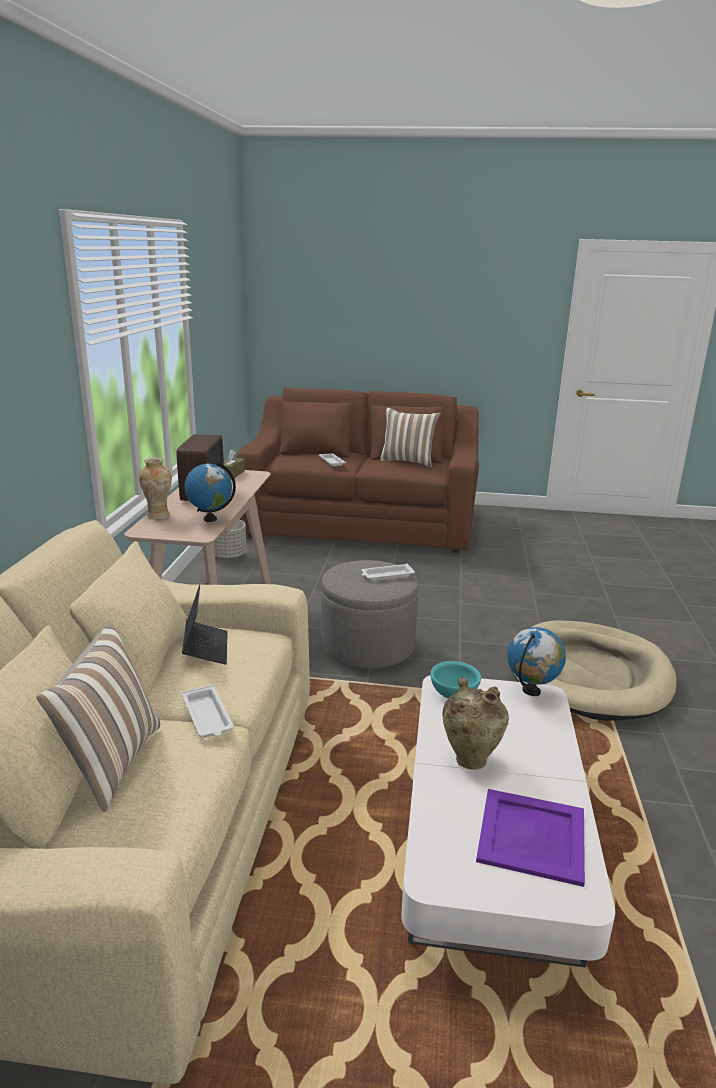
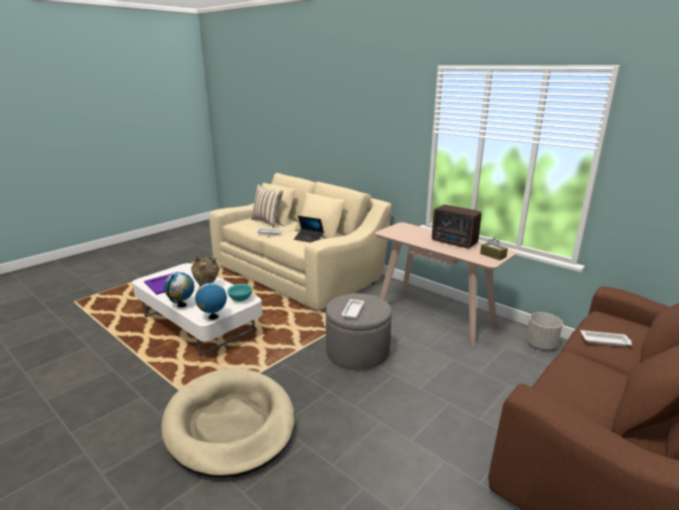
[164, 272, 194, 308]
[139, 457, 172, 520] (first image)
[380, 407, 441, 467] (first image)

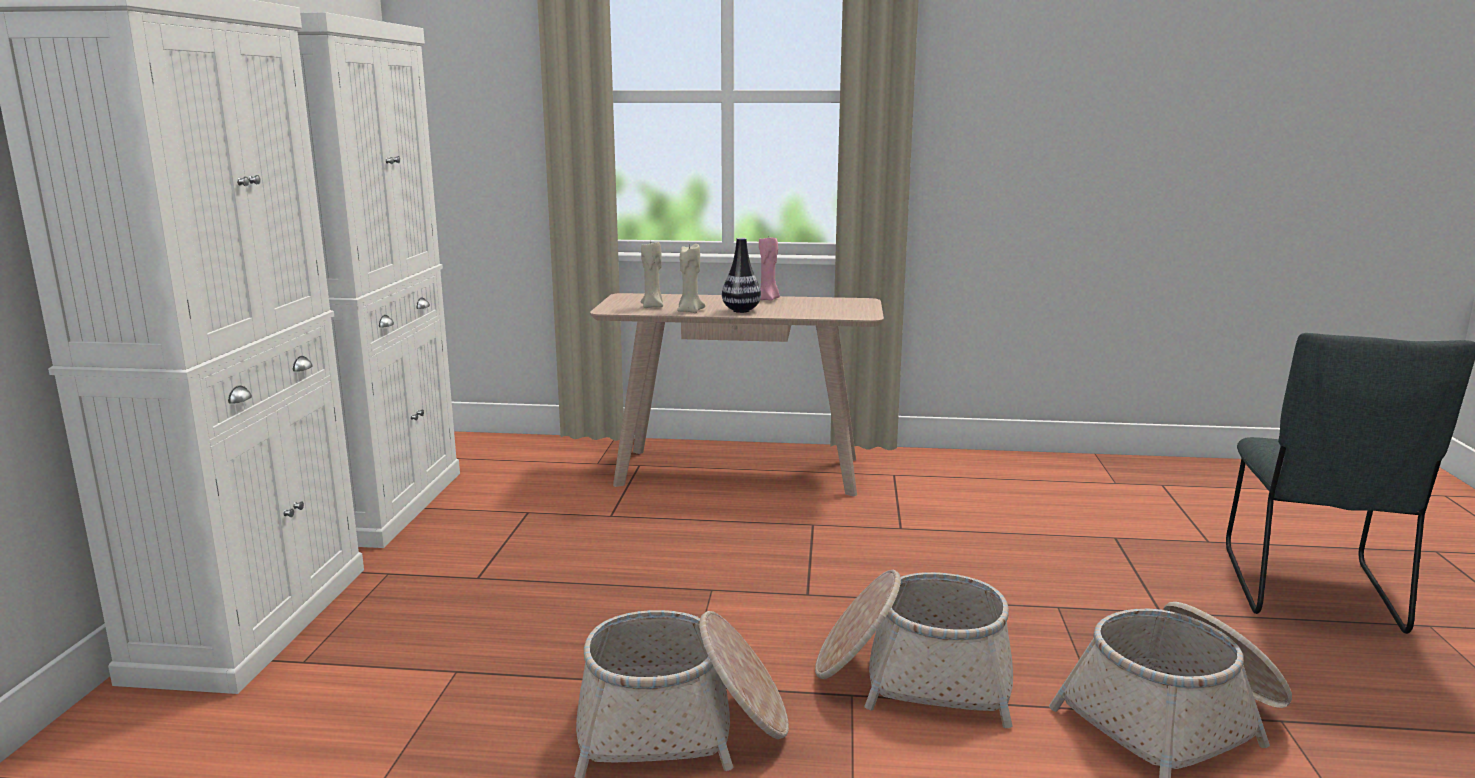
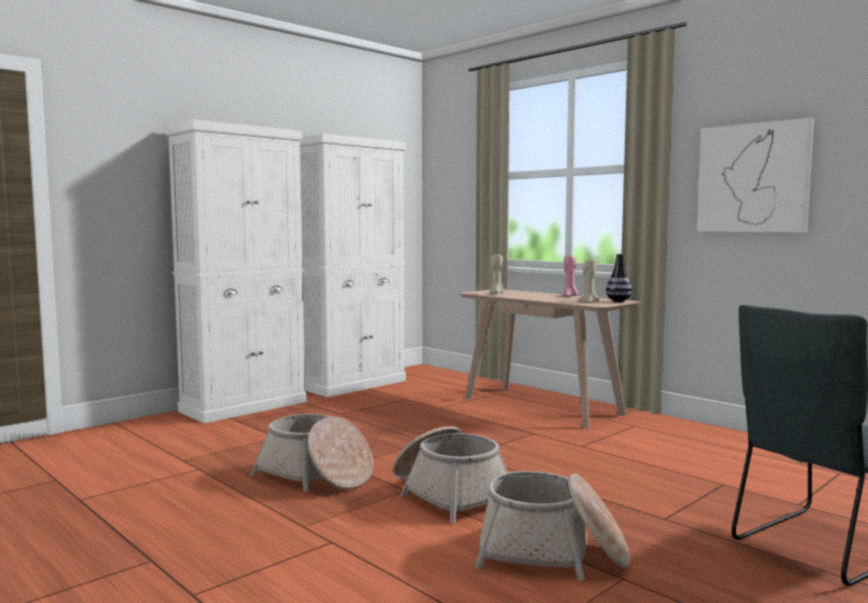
[578, 258, 600, 303]
[606, 254, 632, 302]
[697, 117, 814, 233]

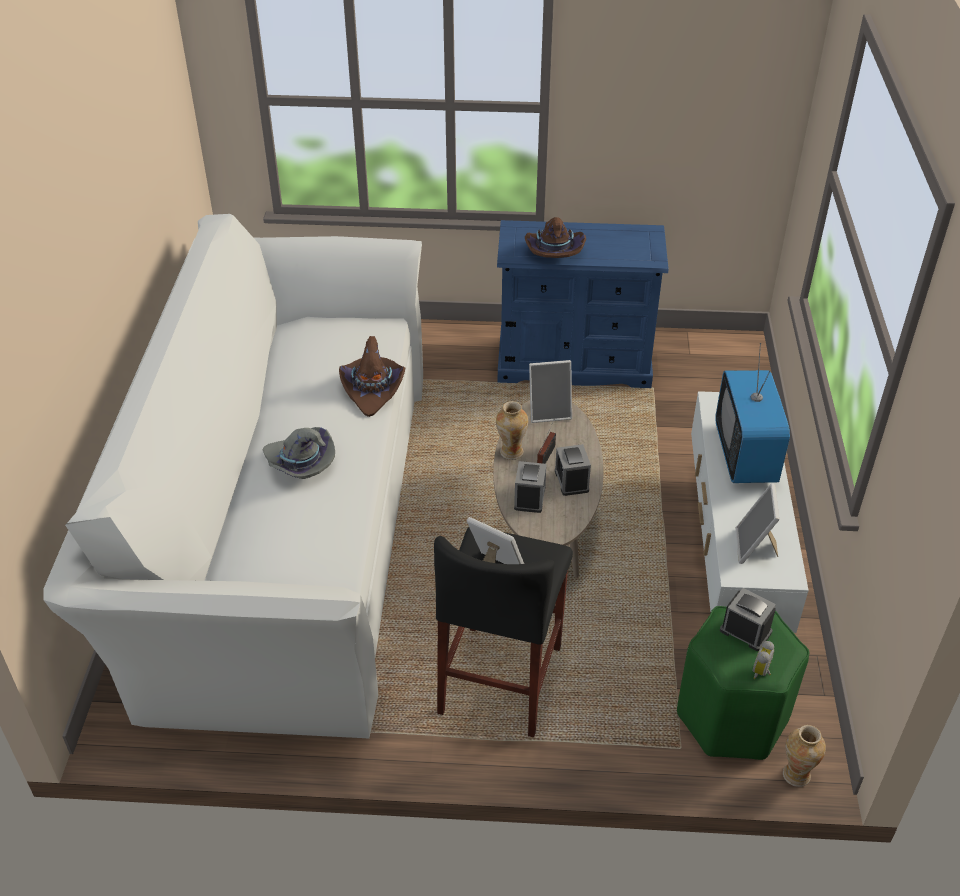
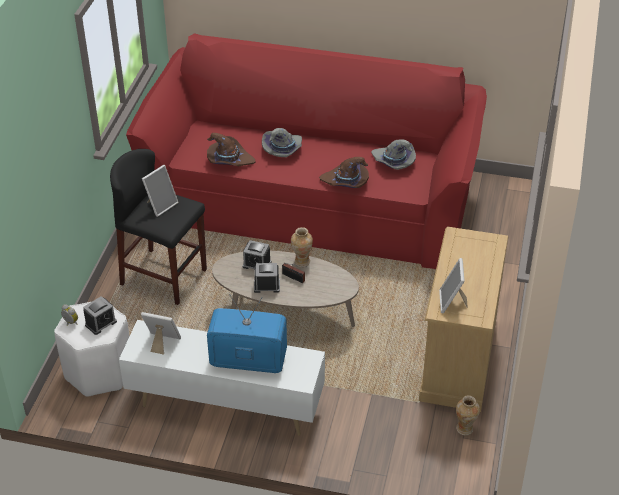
[54, 302, 130, 397]
[126, 33, 487, 269]
[207, 133, 256, 166]
[371, 139, 416, 170]
[419, 227, 508, 412]
[439, 258, 468, 313]
[456, 395, 480, 436]

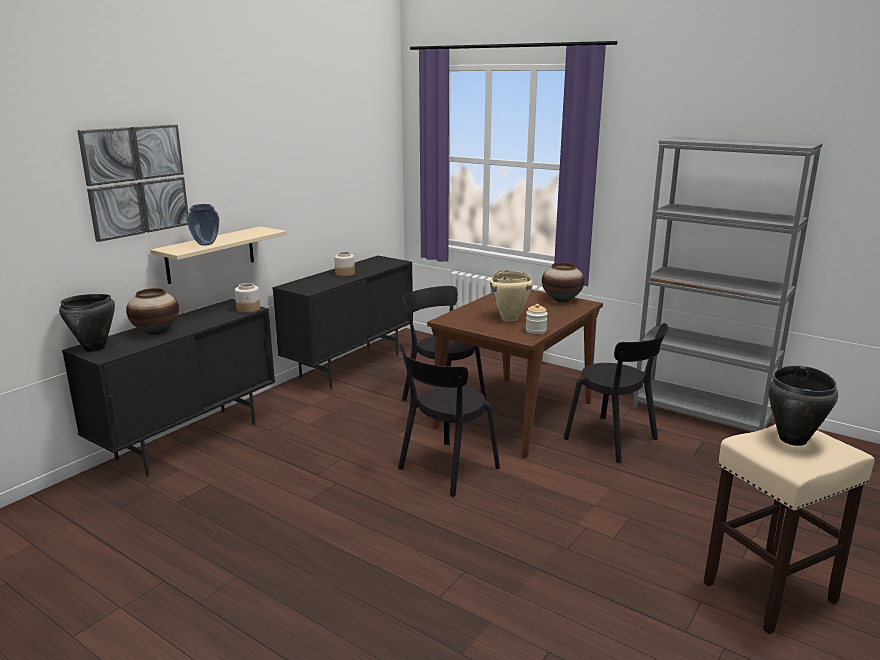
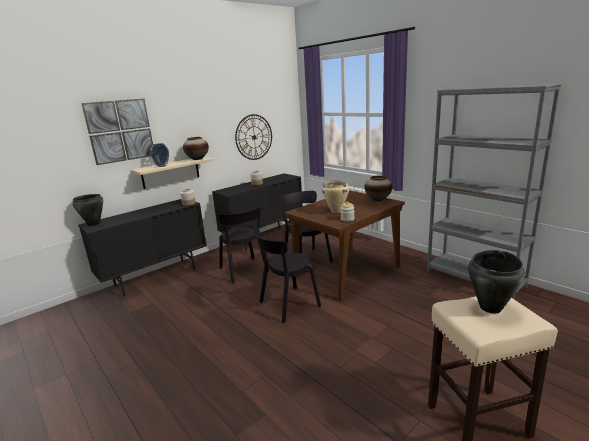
[183, 137, 209, 160]
[218, 205, 269, 283]
[235, 114, 272, 160]

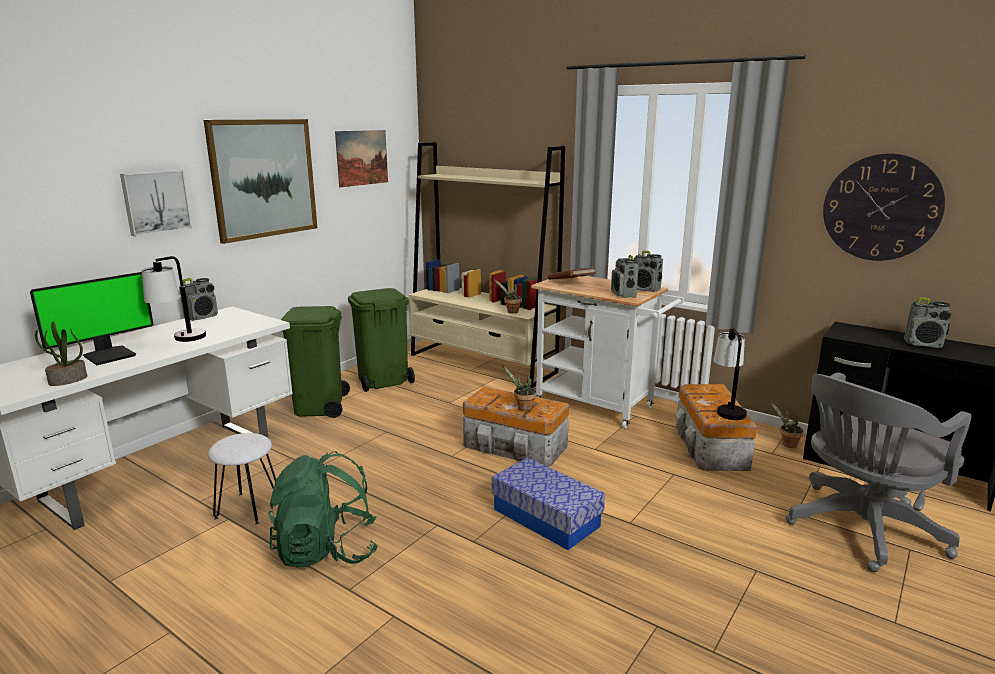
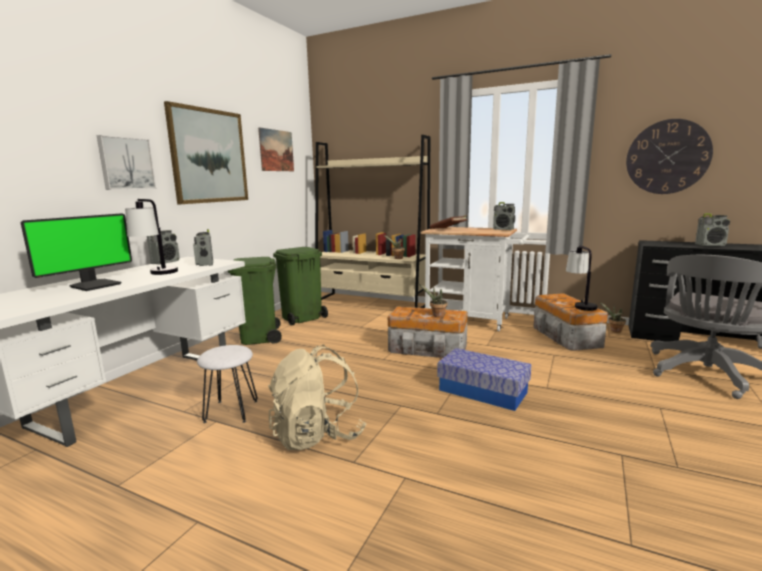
[193, 229, 213, 266]
[268, 344, 366, 450]
[35, 322, 87, 386] (first image)

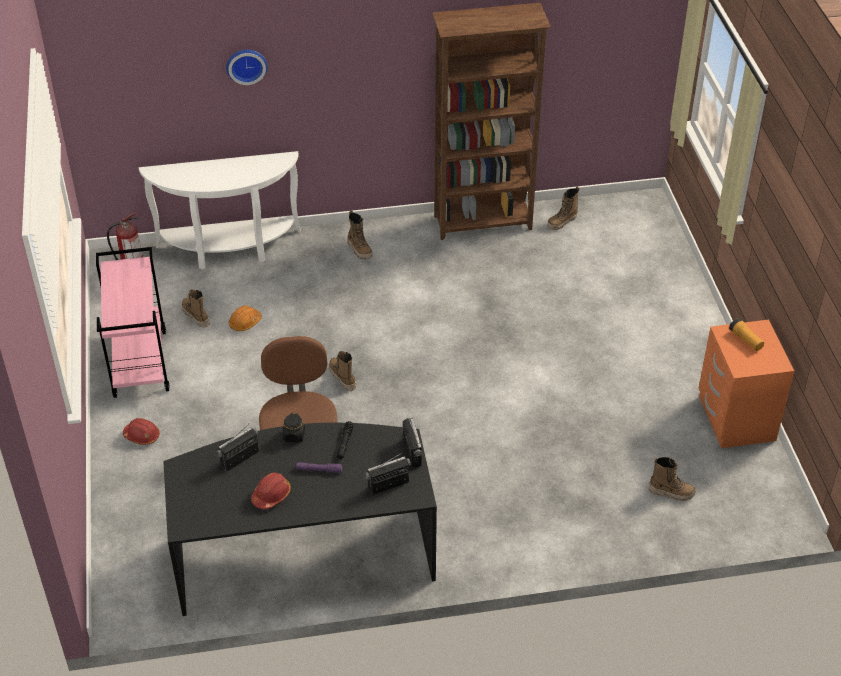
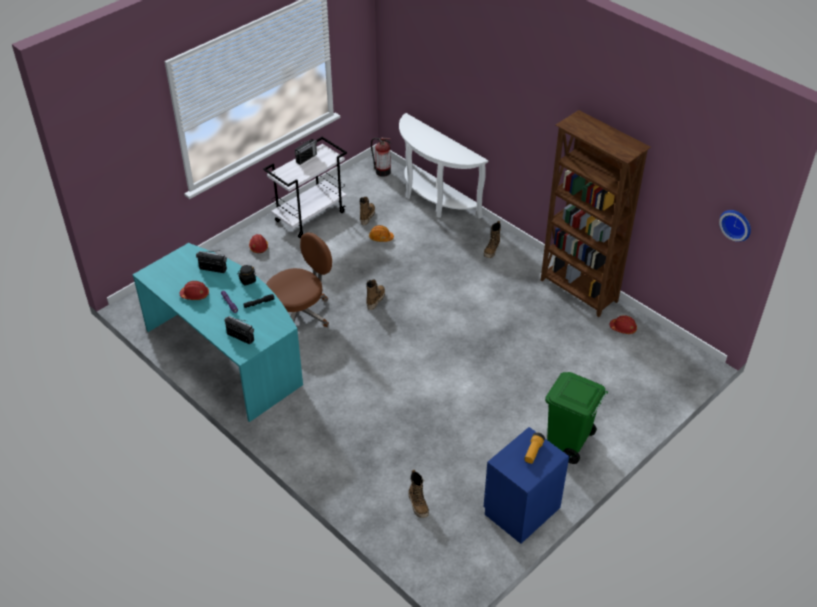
[132, 243, 303, 422]
[263, 137, 347, 238]
[295, 139, 317, 165]
[484, 427, 569, 544]
[545, 372, 608, 464]
[610, 315, 637, 334]
[719, 210, 751, 242]

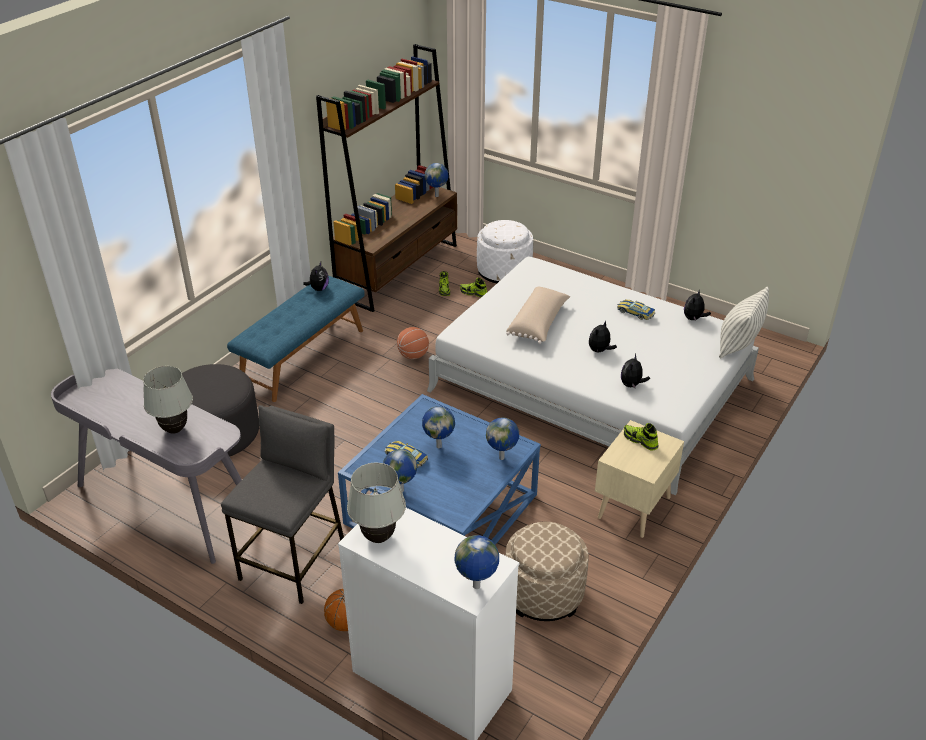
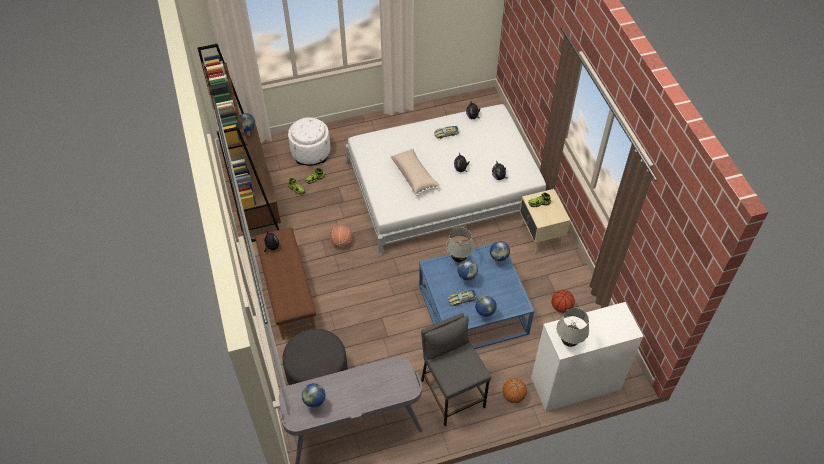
[255, 227, 316, 340]
[302, 383, 326, 407]
[446, 227, 474, 262]
[552, 290, 575, 313]
[719, 287, 769, 358] (first image)

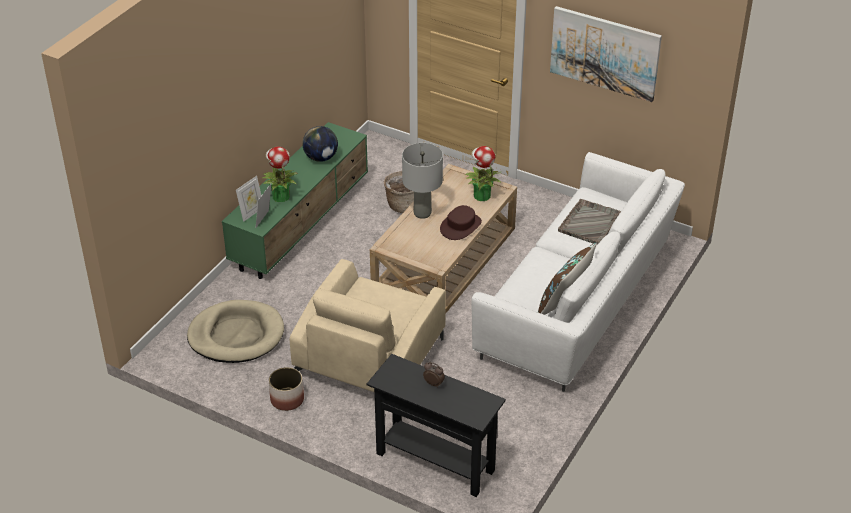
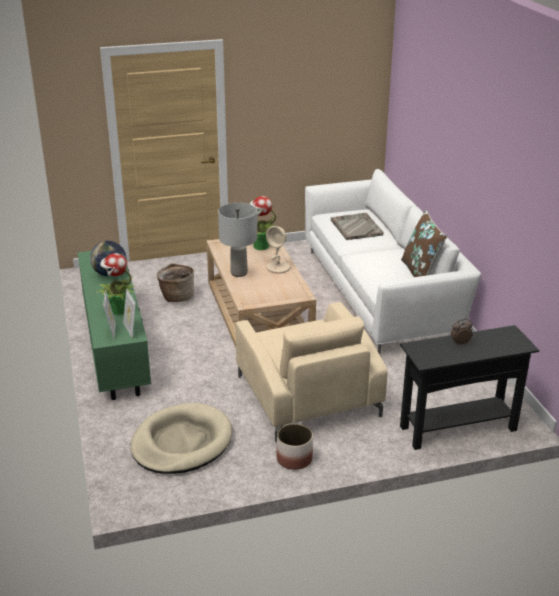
[266, 226, 290, 274]
[550, 6, 662, 102] (first image)

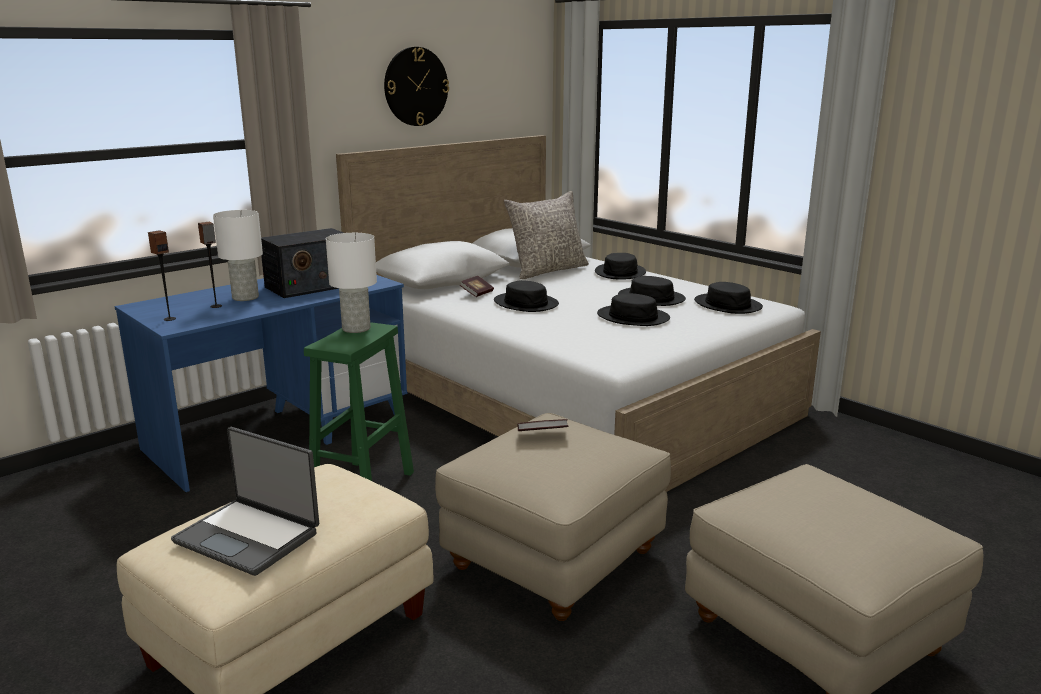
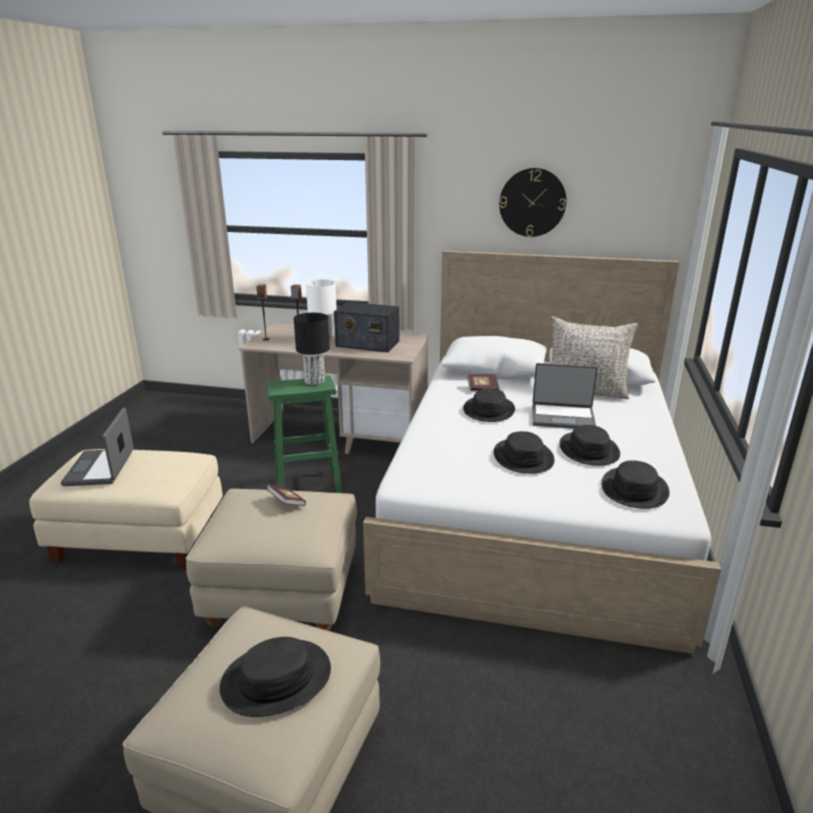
[220, 637, 331, 717]
[239, 323, 429, 454]
[294, 313, 330, 385]
[532, 363, 597, 429]

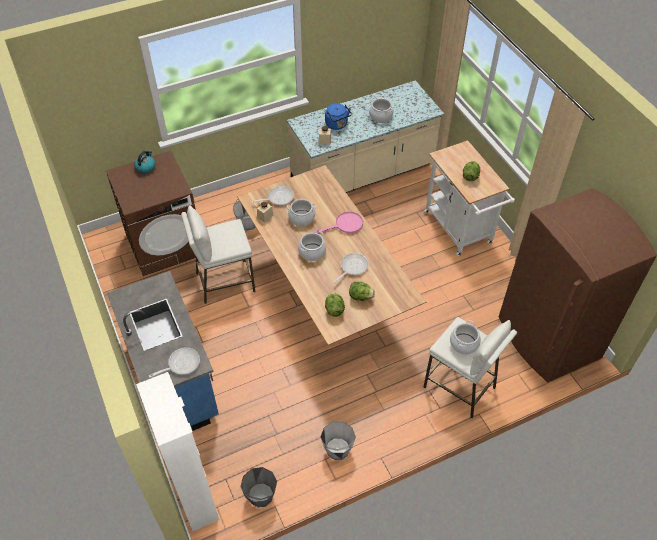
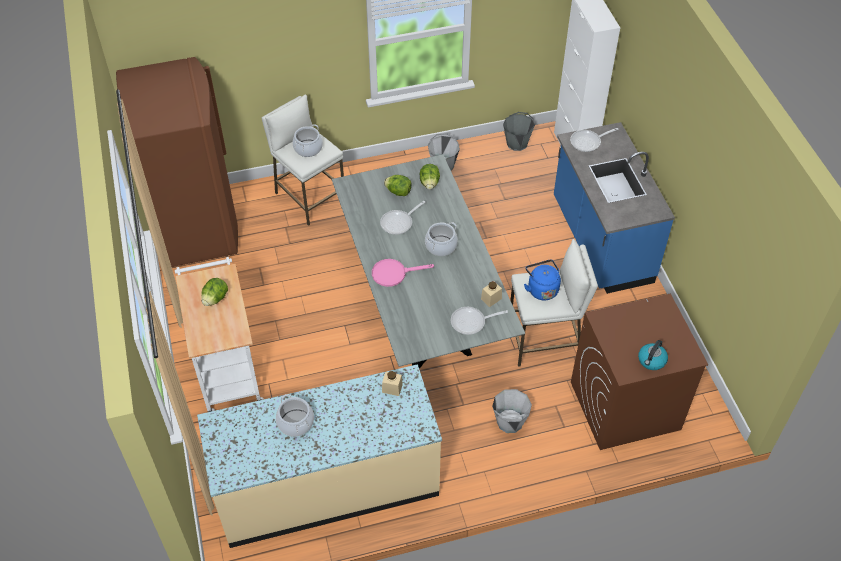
[332, 154, 525, 369]
[524, 259, 561, 301]
[287, 199, 316, 226] (first image)

